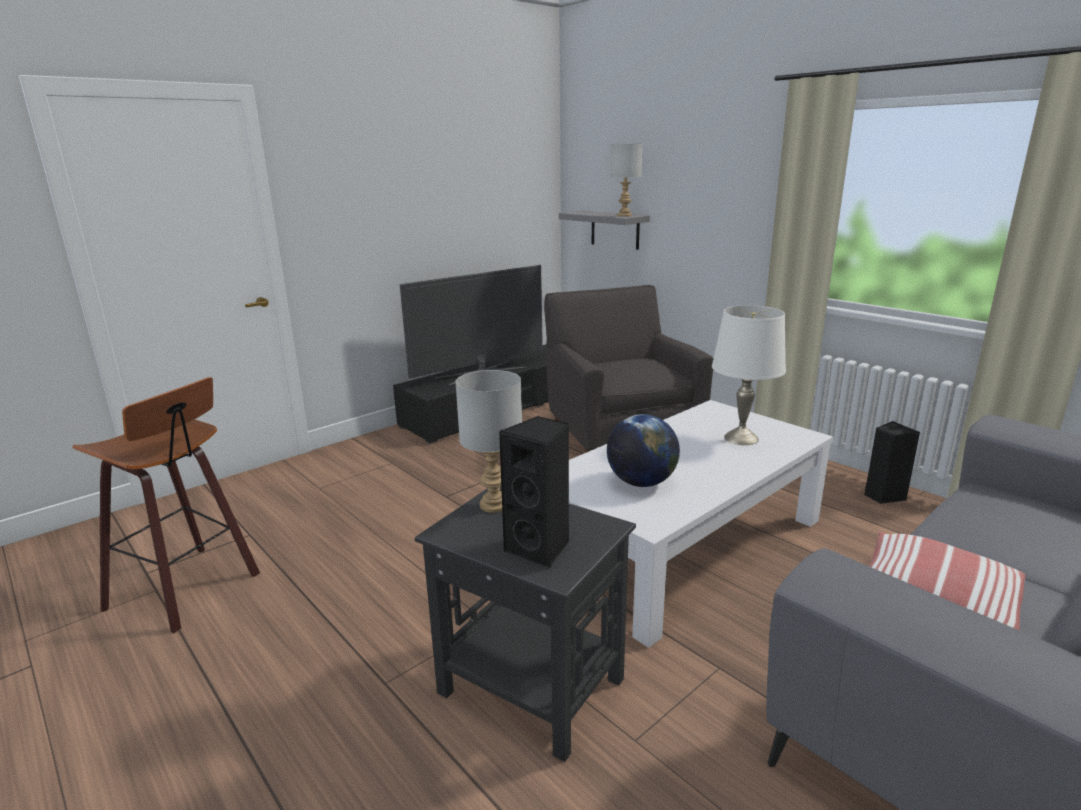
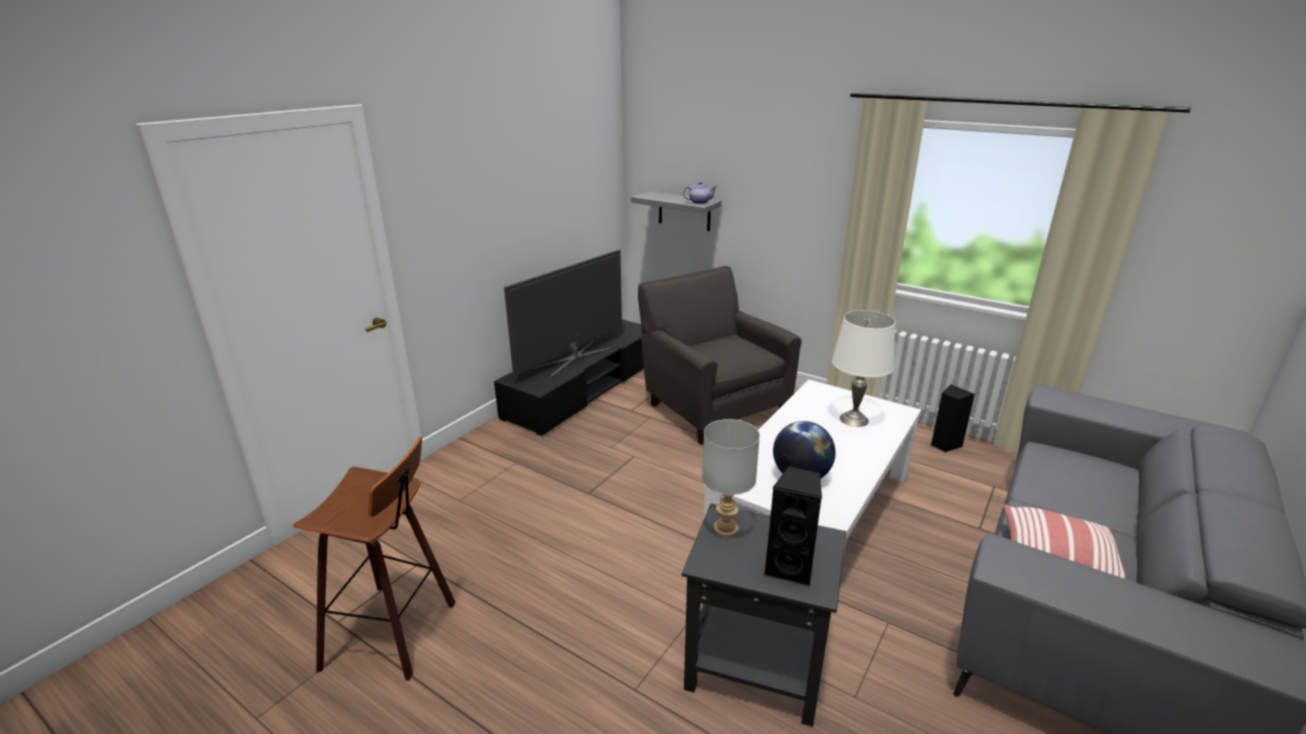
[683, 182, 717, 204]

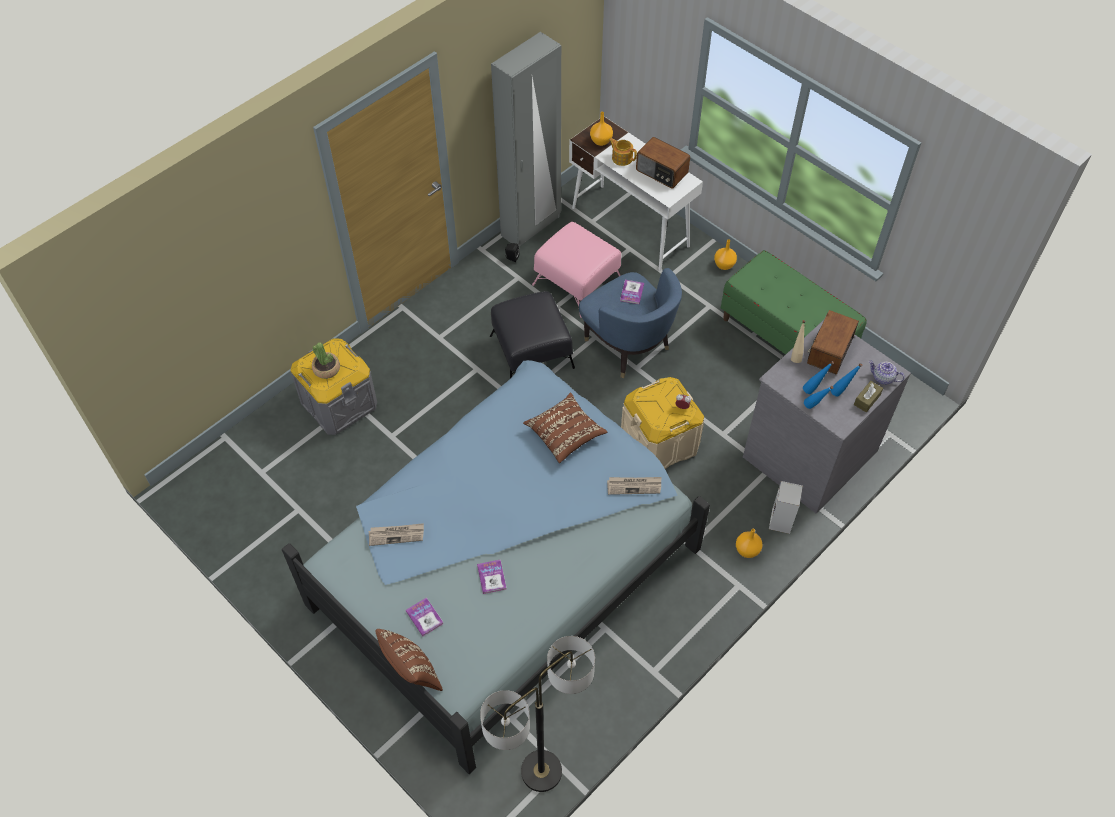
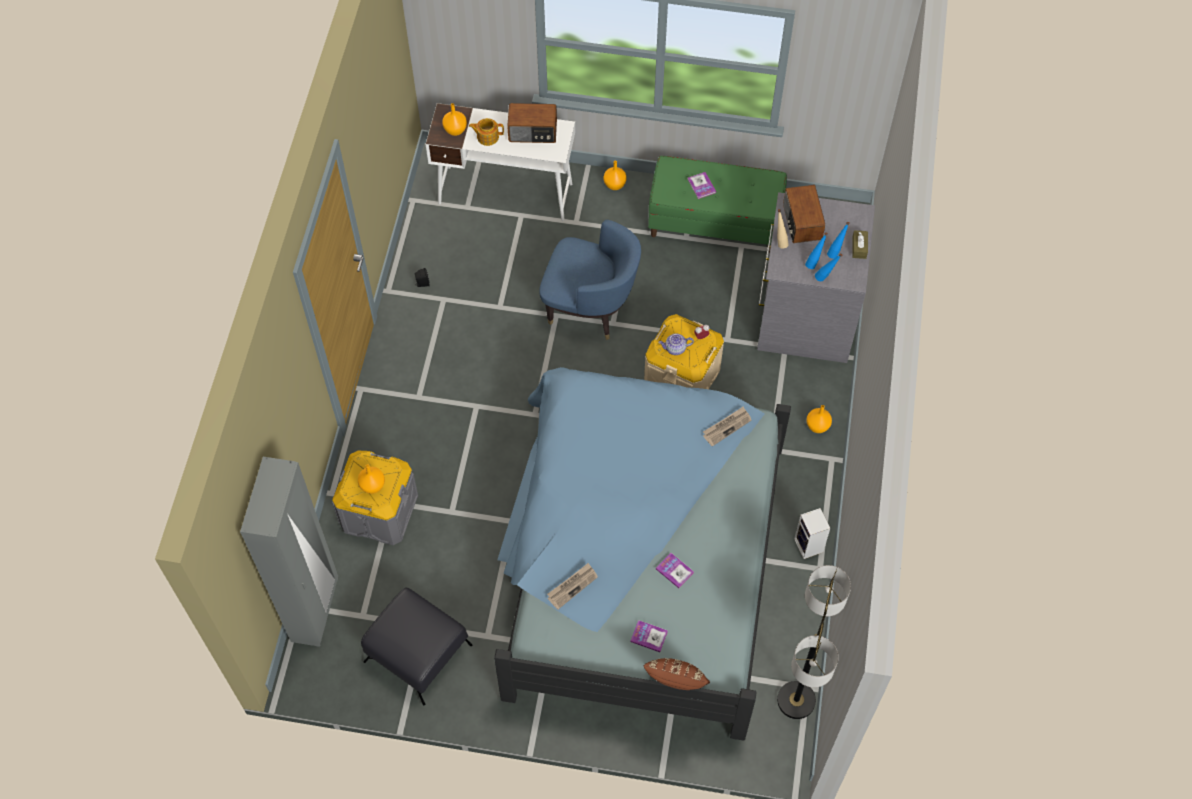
[240, 457, 338, 647]
[358, 464, 385, 494]
[361, 587, 472, 705]
[659, 334, 694, 355]
[687, 172, 716, 199]
[794, 508, 830, 559]
[523, 392, 607, 463] (first image)
[532, 222, 621, 318] (first image)

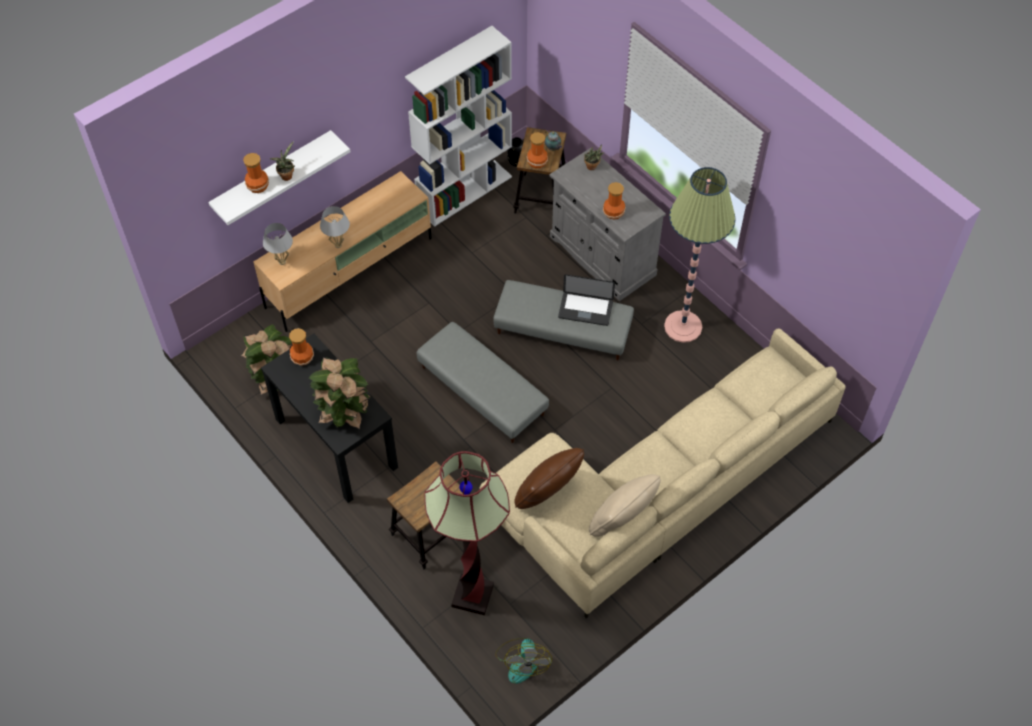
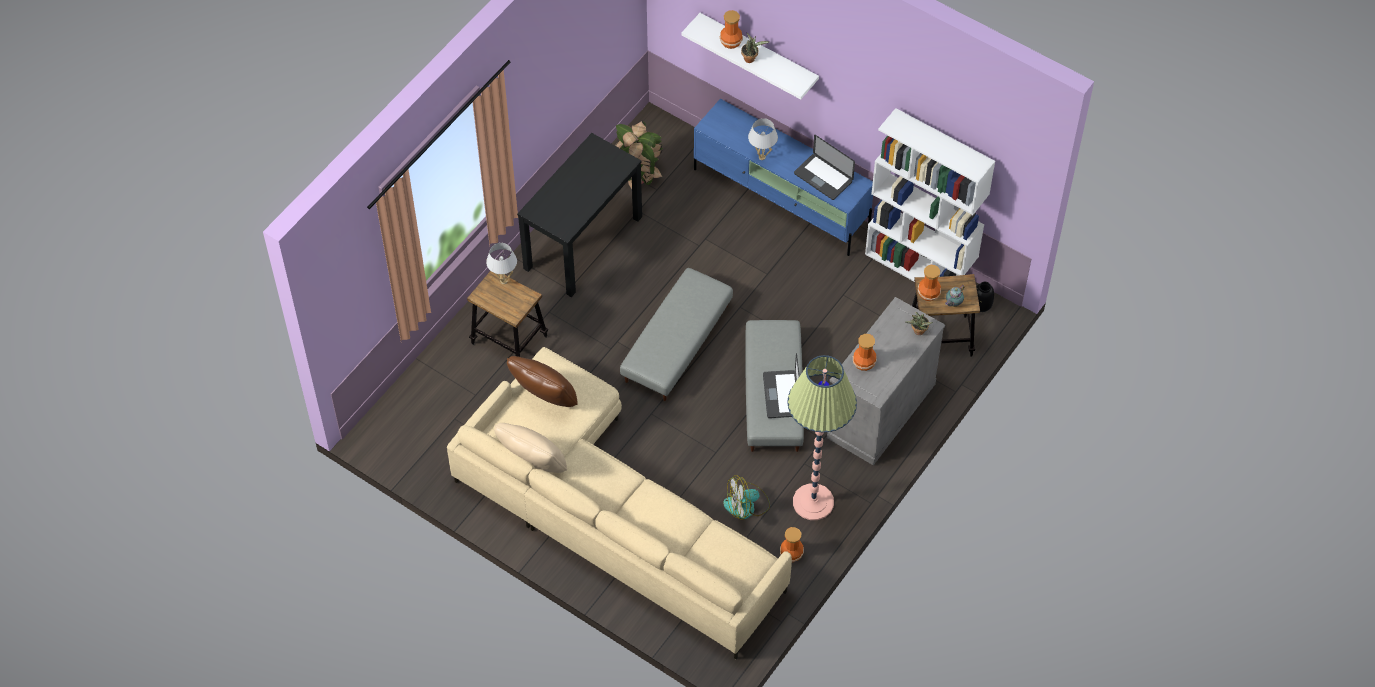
[486, 243, 517, 284]
[694, 99, 873, 256]
[723, 475, 770, 520]
[780, 527, 804, 562]
[794, 135, 855, 200]
[309, 357, 371, 430] (first image)
[424, 451, 510, 615] (first image)

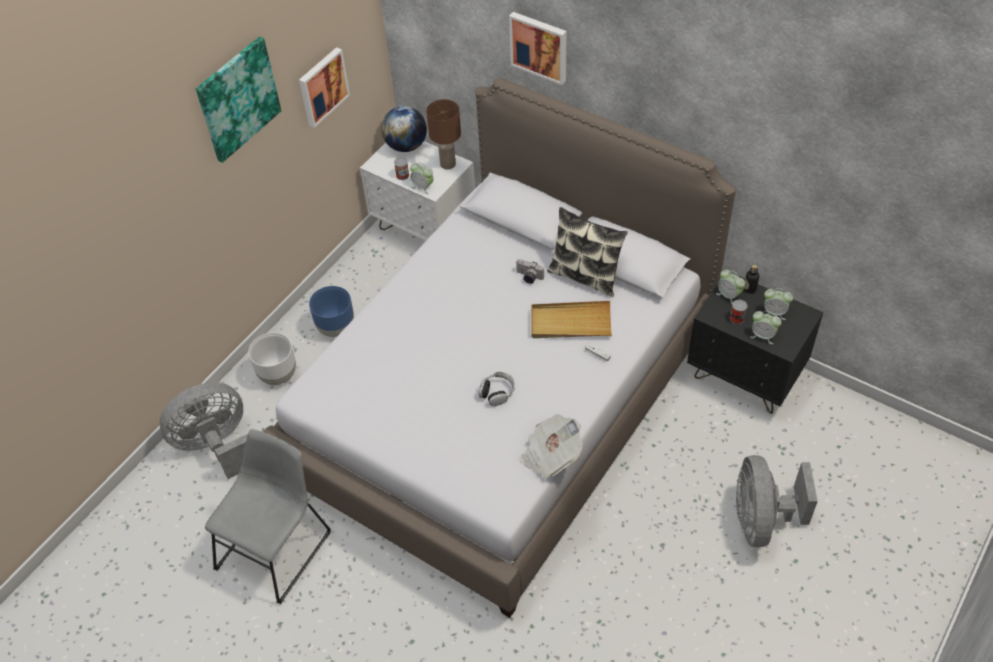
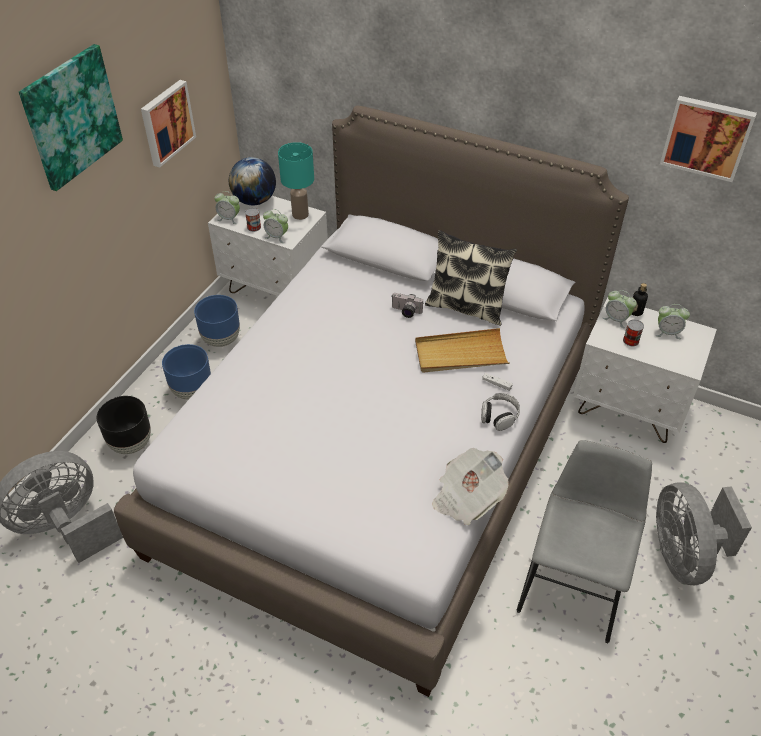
[97, 396, 151, 454]
[194, 295, 240, 347]
[214, 191, 240, 224]
[278, 142, 314, 220]
[481, 393, 520, 431]
[517, 440, 652, 643]
[573, 297, 717, 443]
[660, 96, 757, 182]

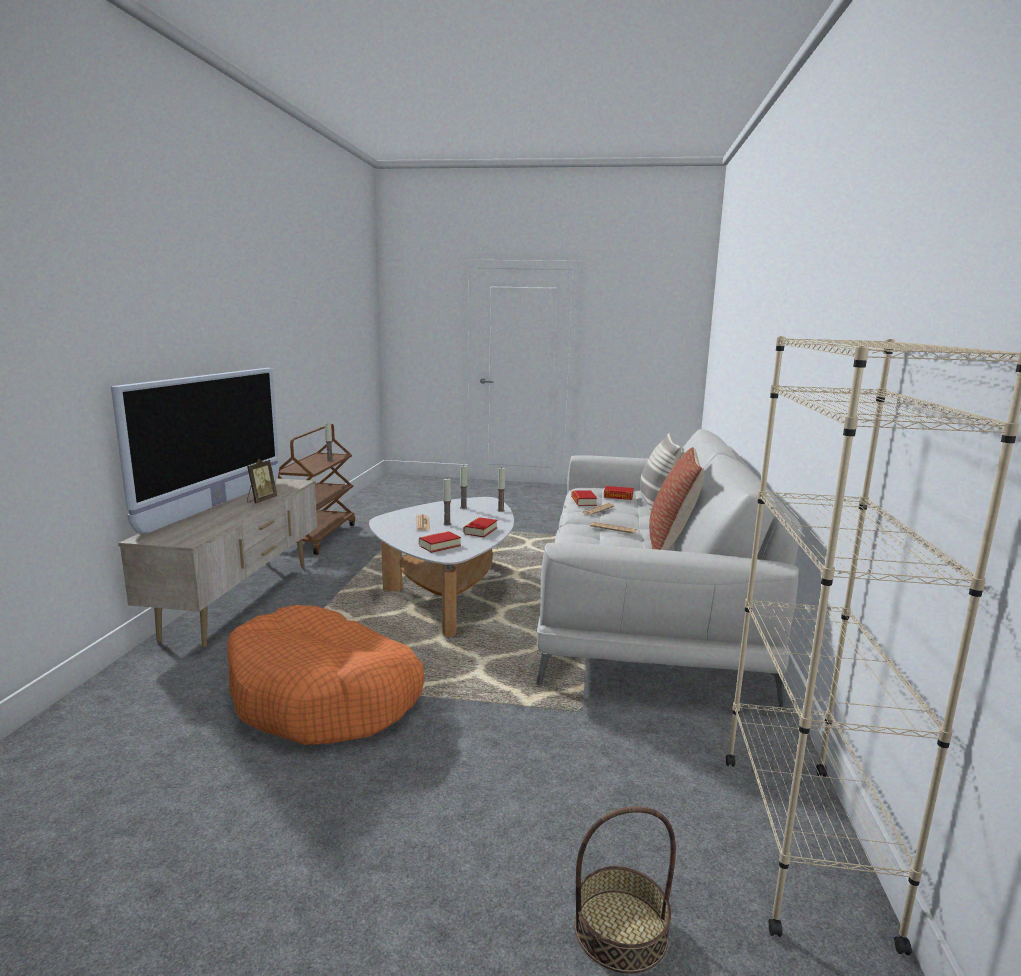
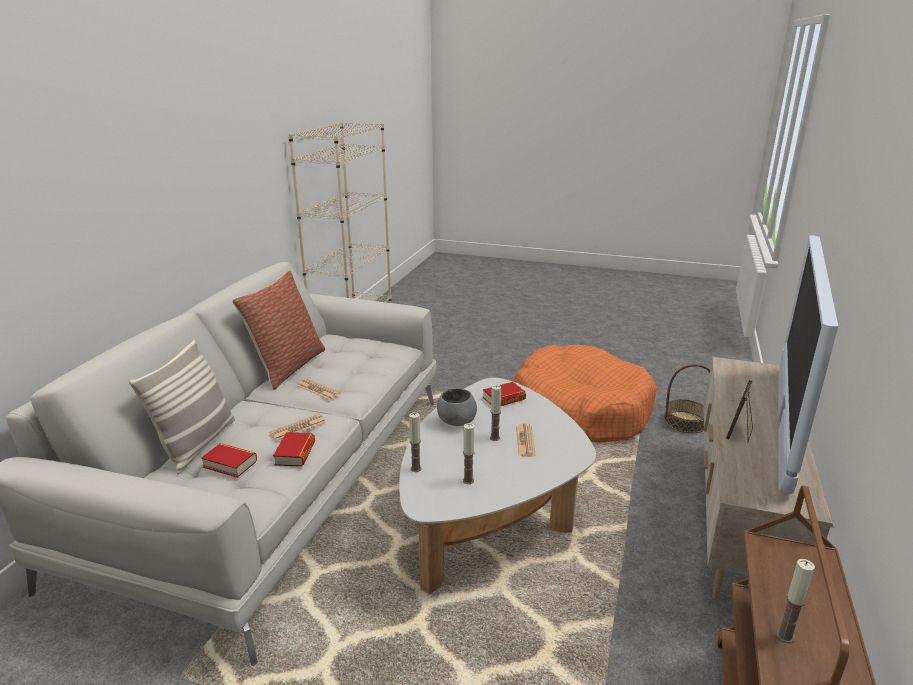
[437, 388, 477, 426]
[664, 364, 710, 433]

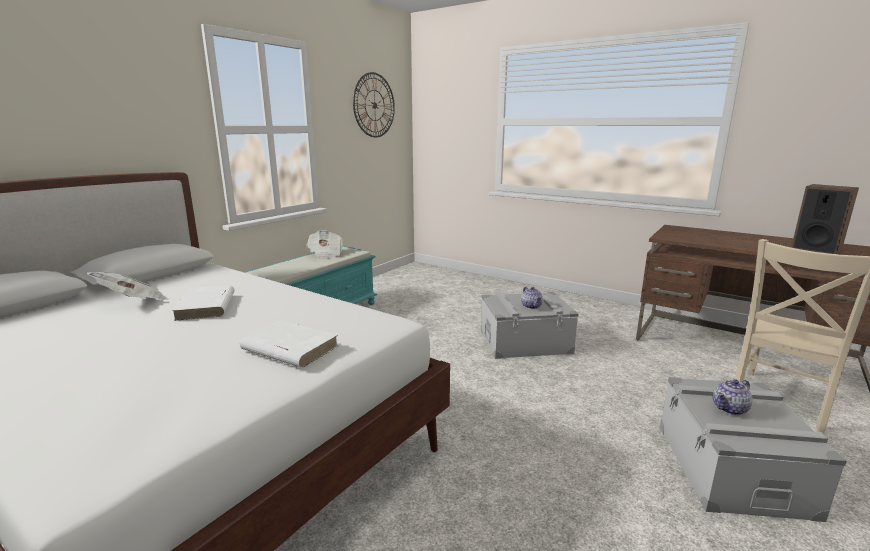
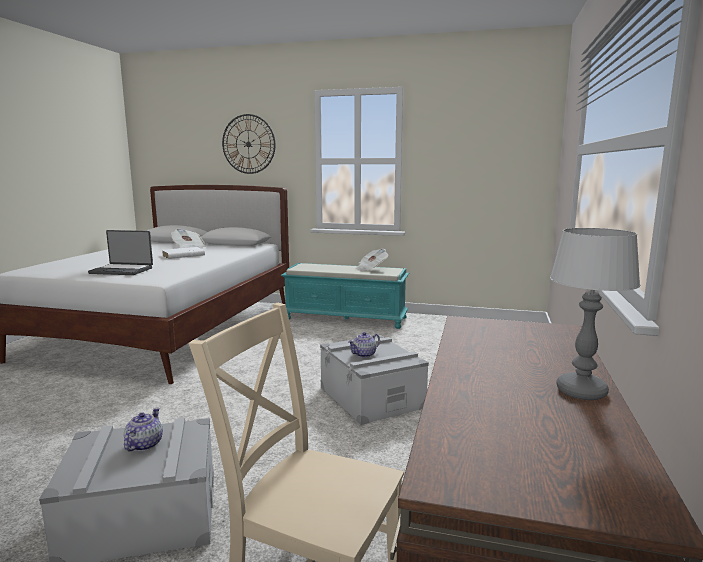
[88, 230, 153, 275]
[124, 408, 163, 451]
[222, 114, 275, 174]
[550, 228, 640, 400]
[791, 184, 859, 254] (first image)

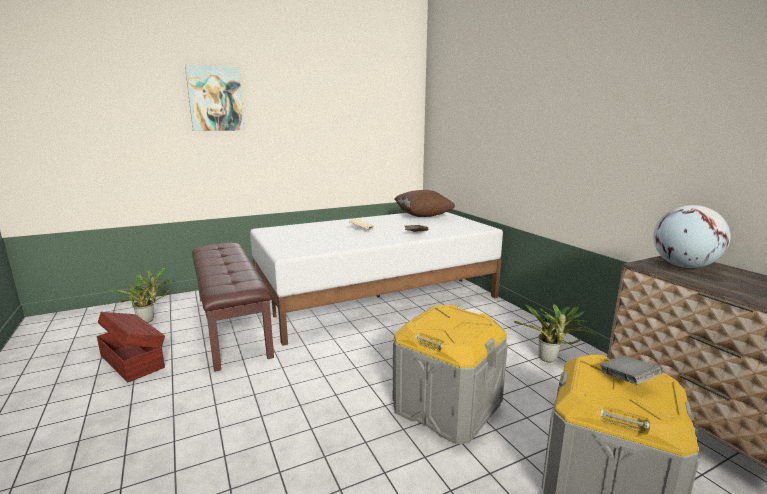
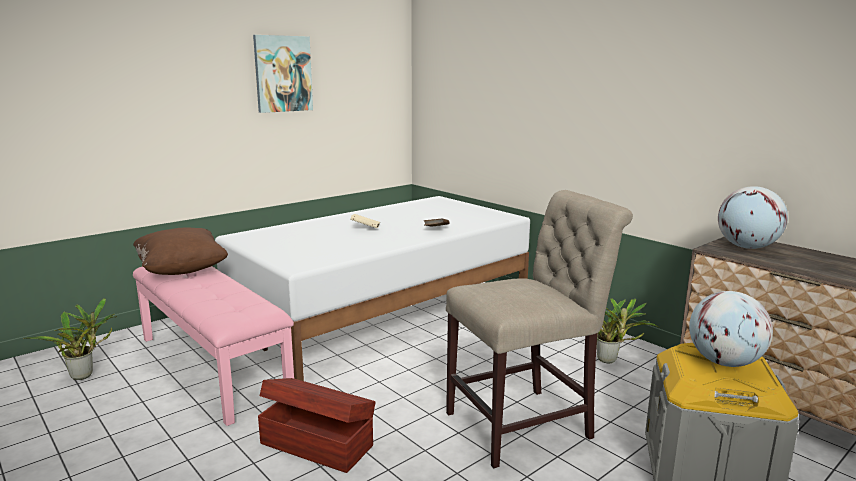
[133, 227, 228, 275]
[133, 266, 294, 426]
[253, 35, 313, 113]
[258, 378, 376, 473]
[446, 190, 633, 468]
[689, 291, 773, 367]

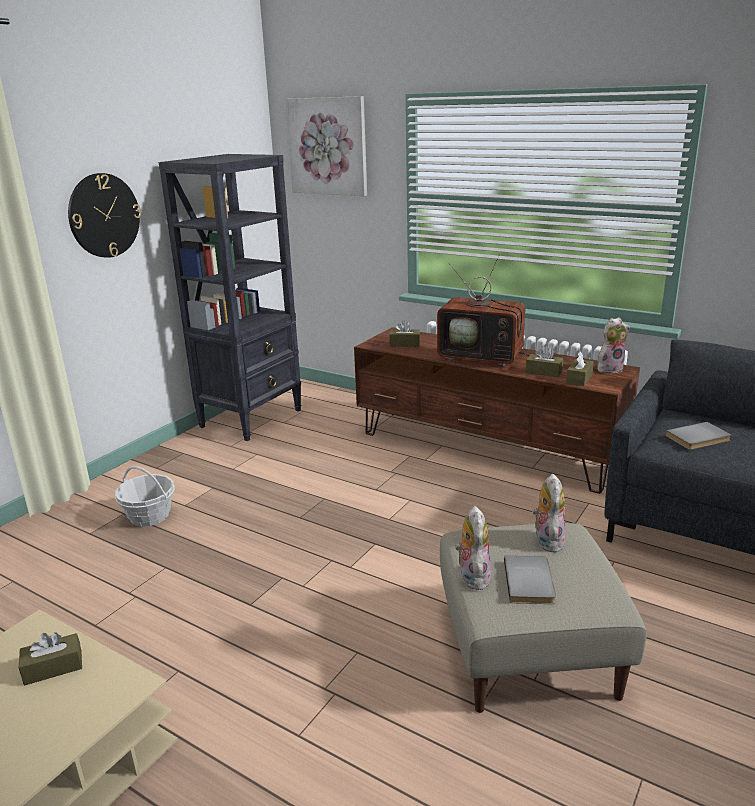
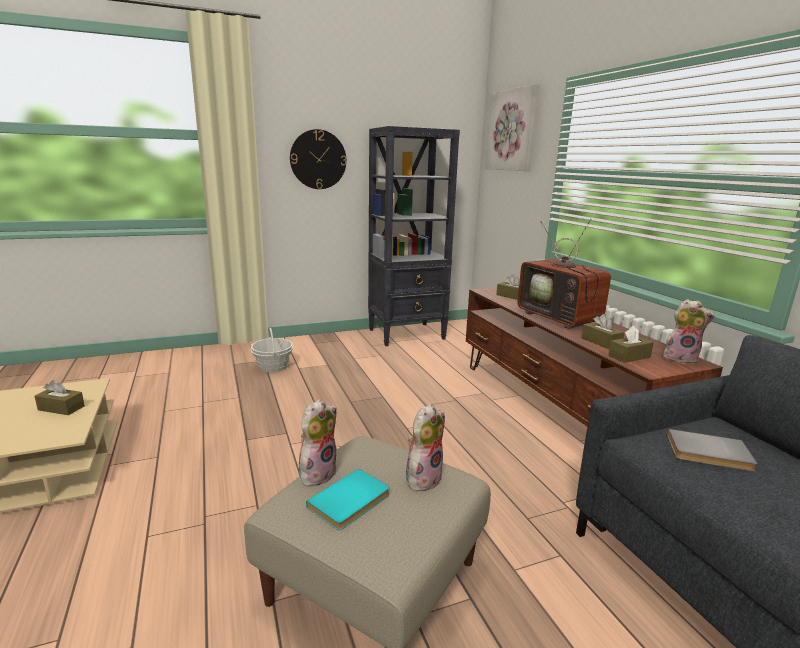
[306, 469, 390, 530]

